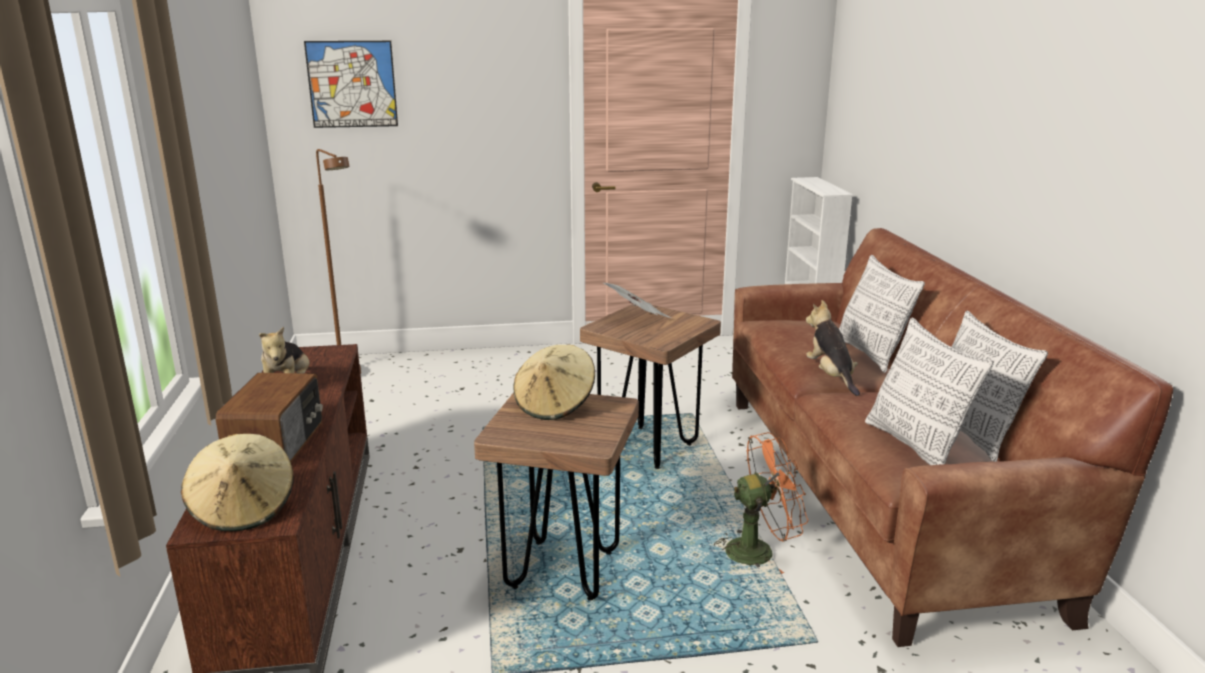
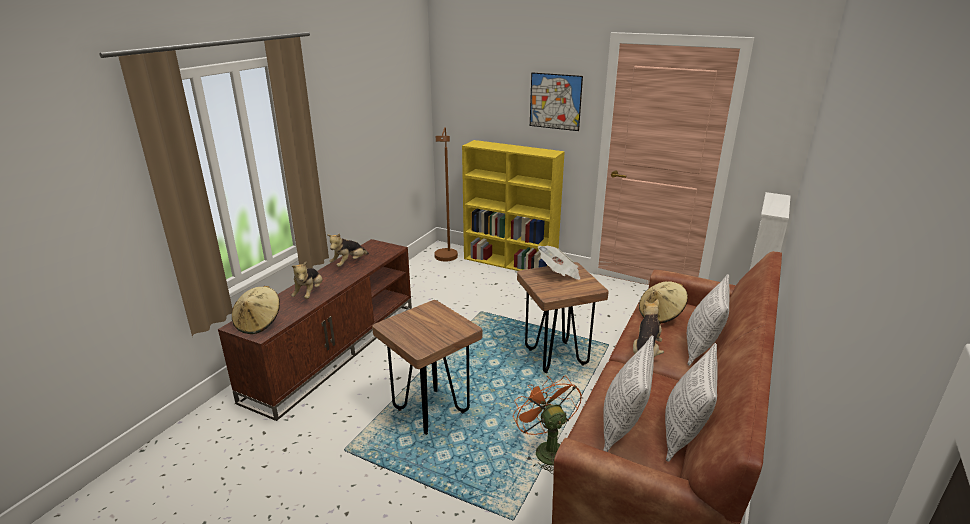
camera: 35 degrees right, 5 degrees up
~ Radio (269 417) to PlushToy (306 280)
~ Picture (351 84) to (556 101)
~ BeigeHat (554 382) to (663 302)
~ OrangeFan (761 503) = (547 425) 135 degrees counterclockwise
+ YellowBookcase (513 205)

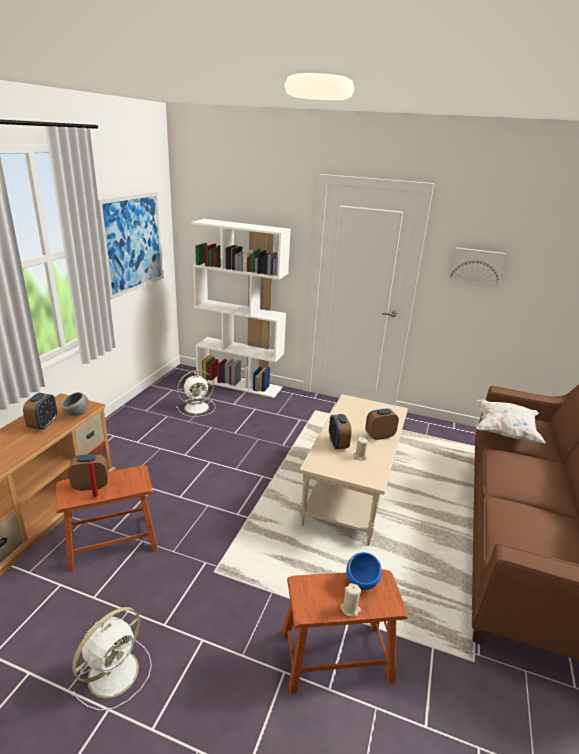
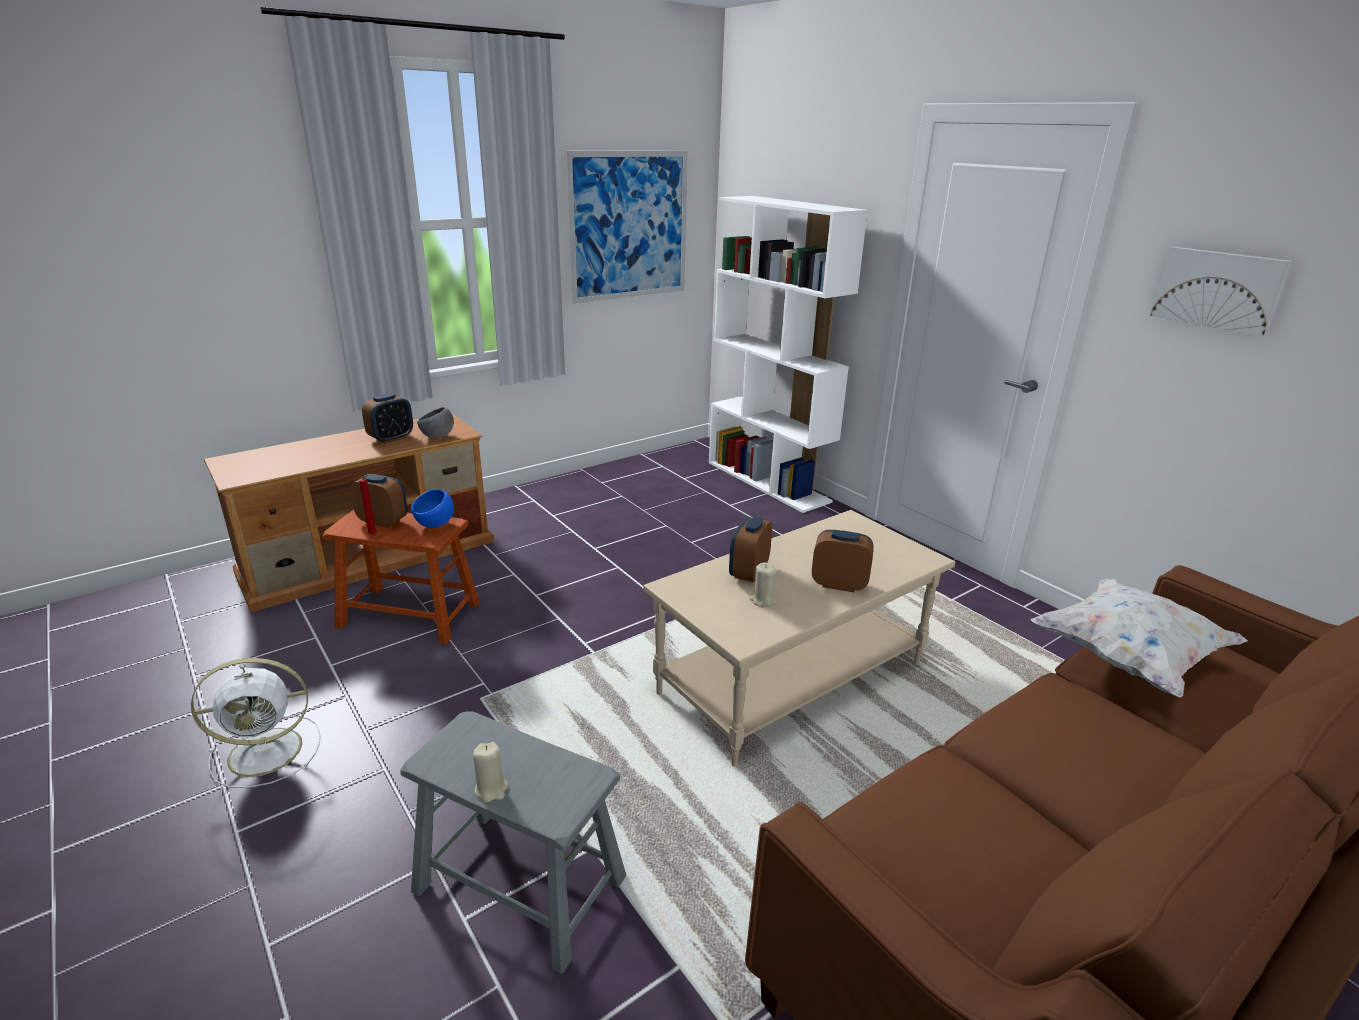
camera: 35 degrees right, 0 degrees up
- WhiteFan (196 393)
~ BrownStool (345 631) to GreyStool (513 842)
~ BlueBowl (364 571) to (432 508)

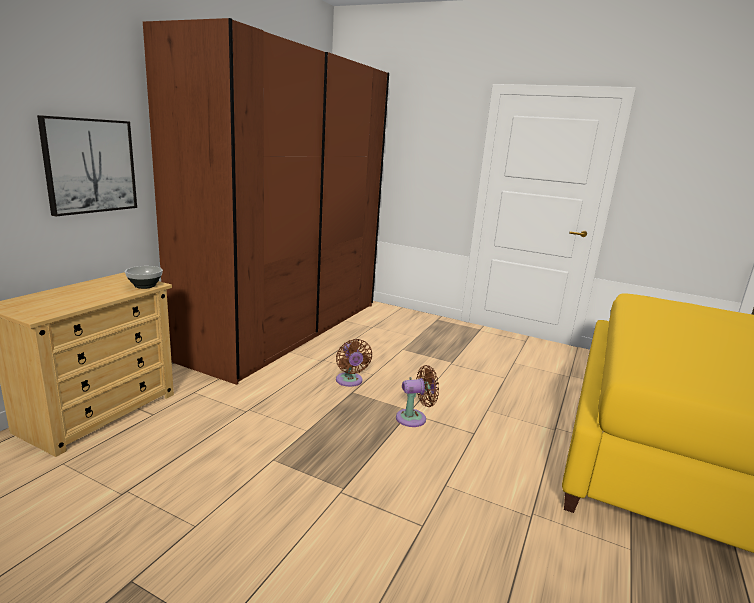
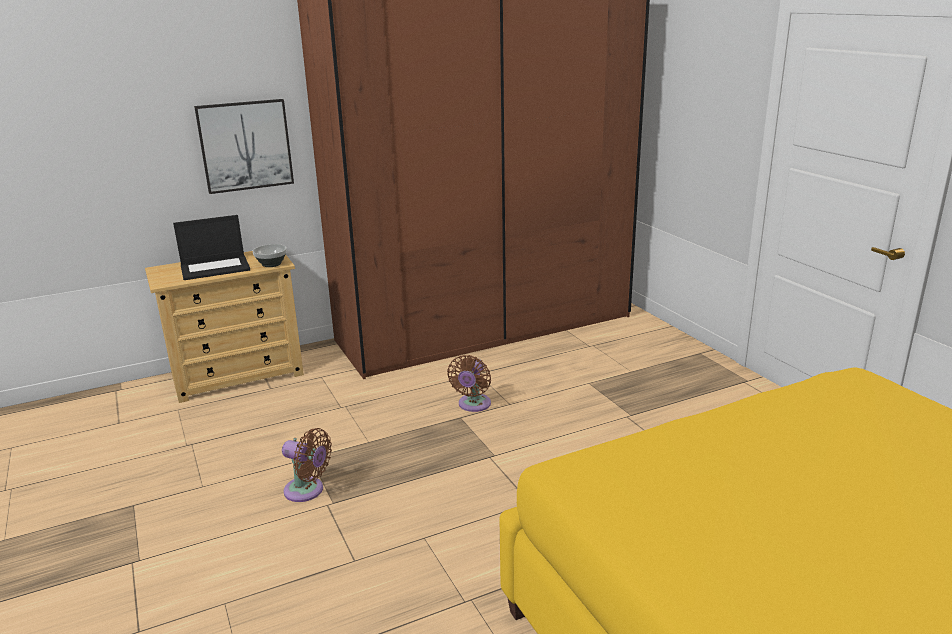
camera: 40 degrees right, 5 degrees up
~ BrownFan (417 396) to (307 465)
+ Laptop (211 247)

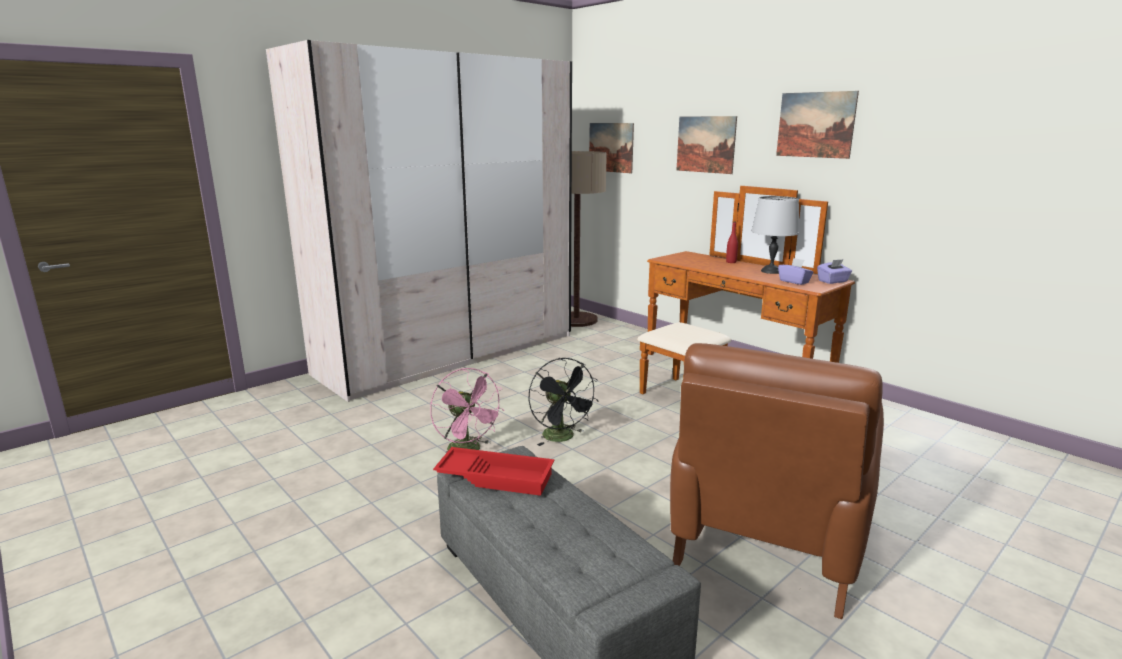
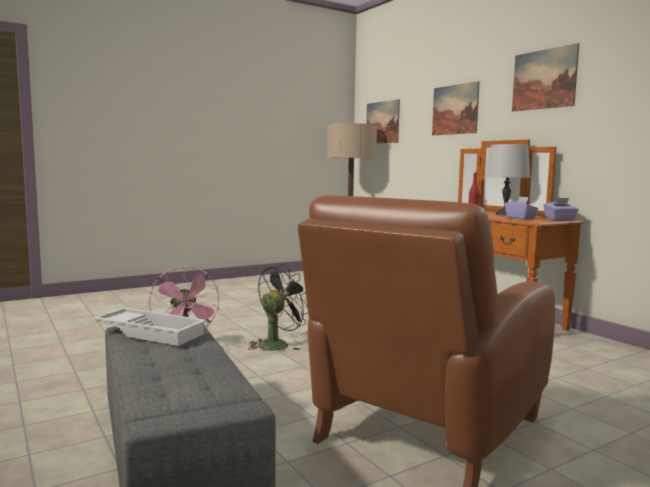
camera: 10 degrees right, 10 degrees down
- BeigeWardrobe (419 221)
~ RedTray (493 471) to WhiteTray (150 327)
~ BlackFan (563 402) = (277 307) 120 degrees counterclockwise

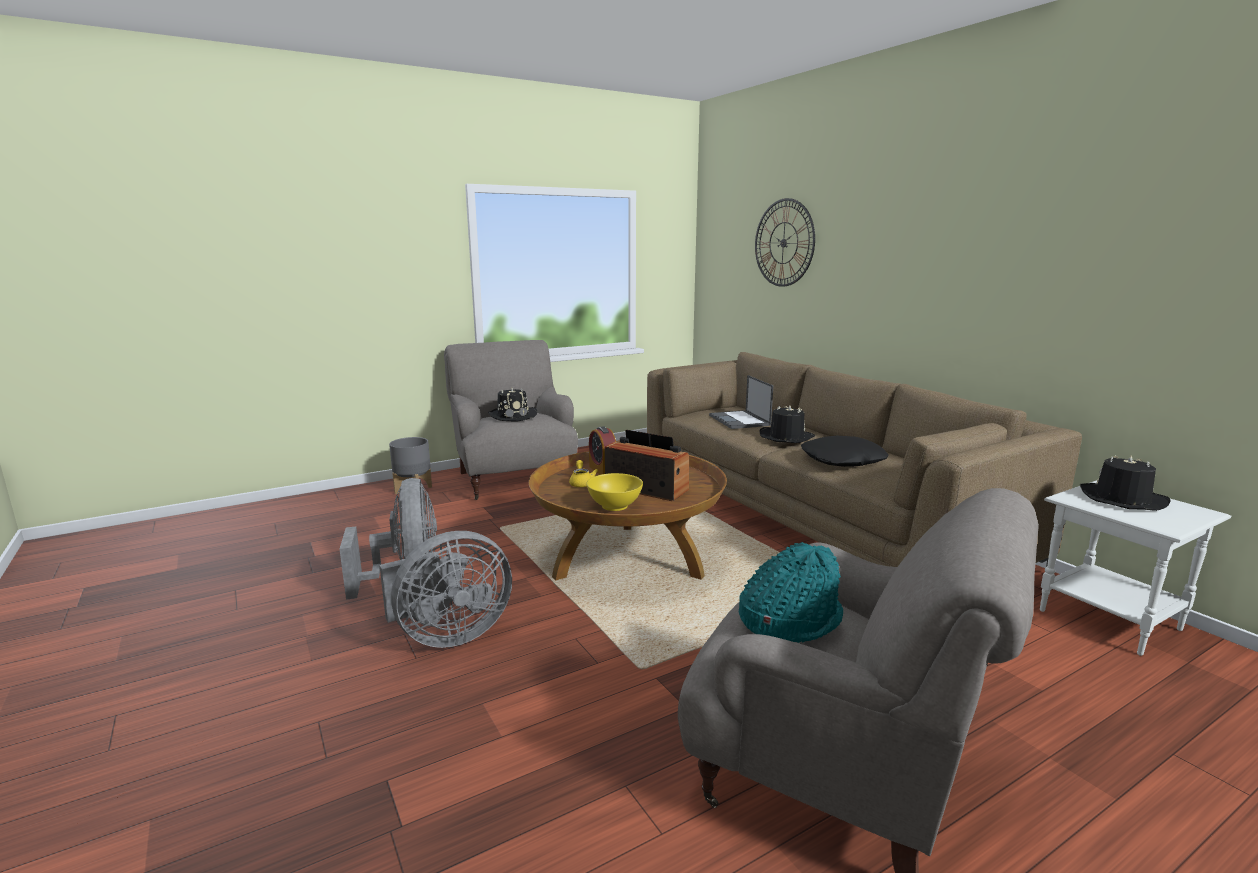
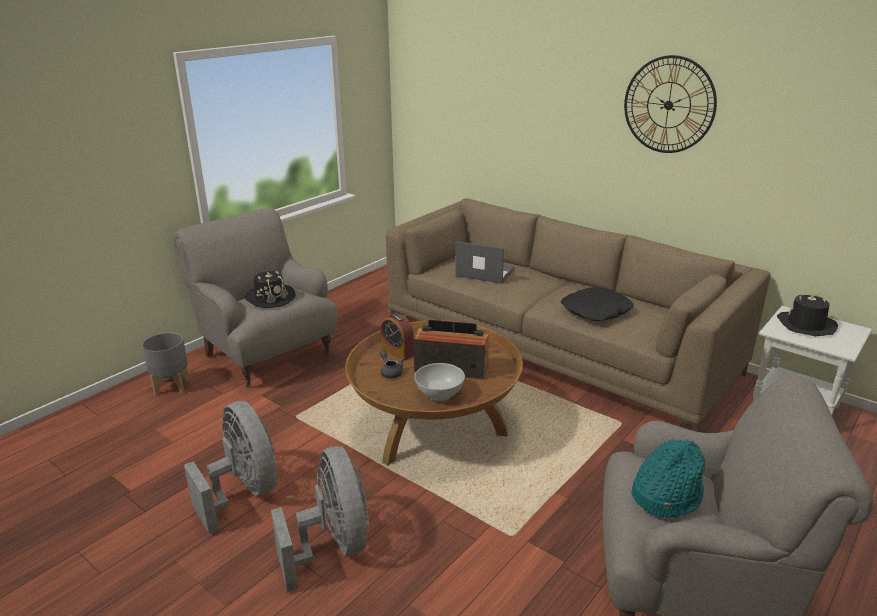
camera: 20 degrees left, 10 degrees up
~ GreyFan (446 589) = (320 519) 60 degrees counterclockwise
~ YellowTeapot (583 473) to GreyTeapot (392 364)
~ YellowBowl (615 492) to WhiteBowl (439 382)
~ Laptop (741 402) = (485 262) 150 degrees clockwise
~ WallClock (785 242) to (670 104)
- BlackHat (787 424)

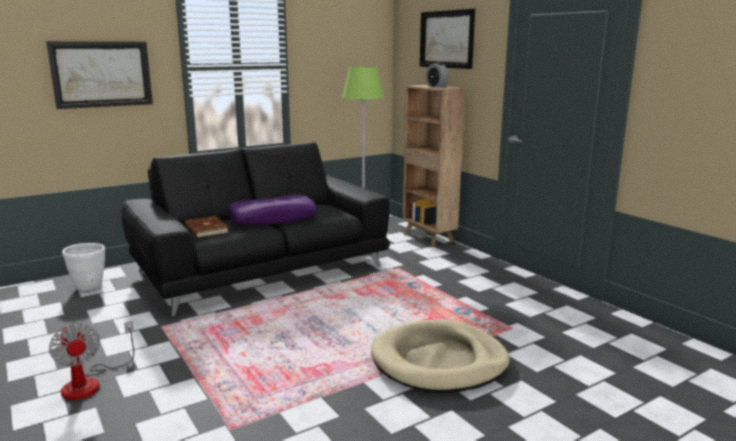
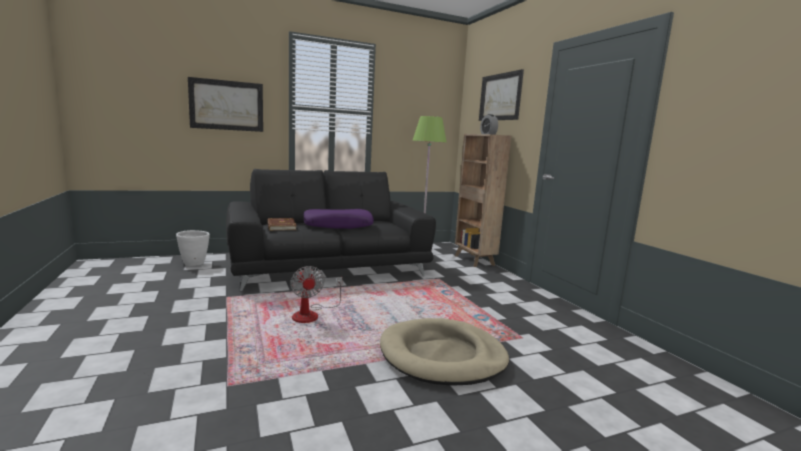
camera: 10 degrees right, 5 degrees down
~ Fan (91 360) to (316 294)

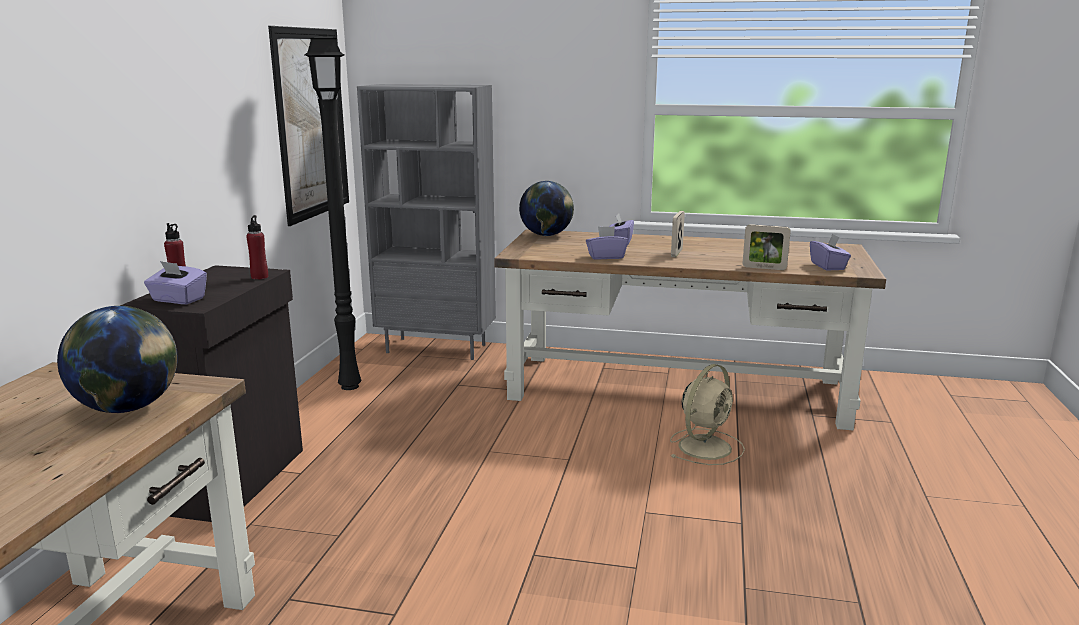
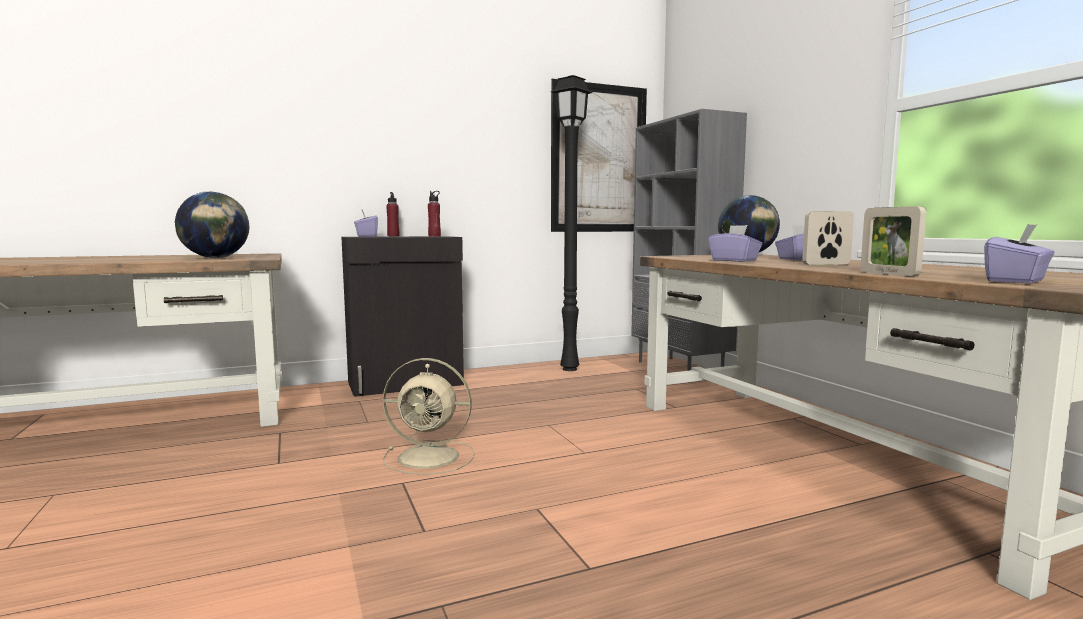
camera: 55 degrees right, 10 degrees down
~ BeigeFan (707 414) to (429 416)

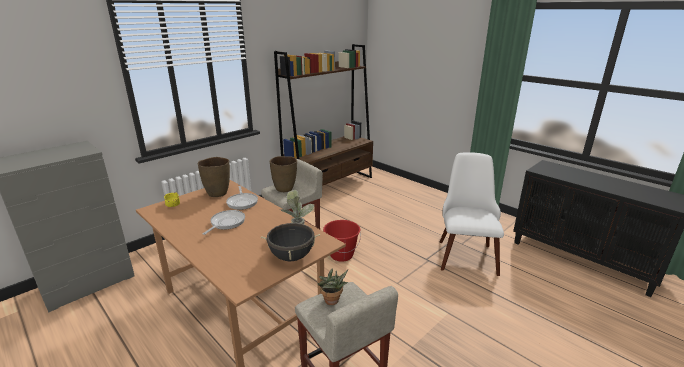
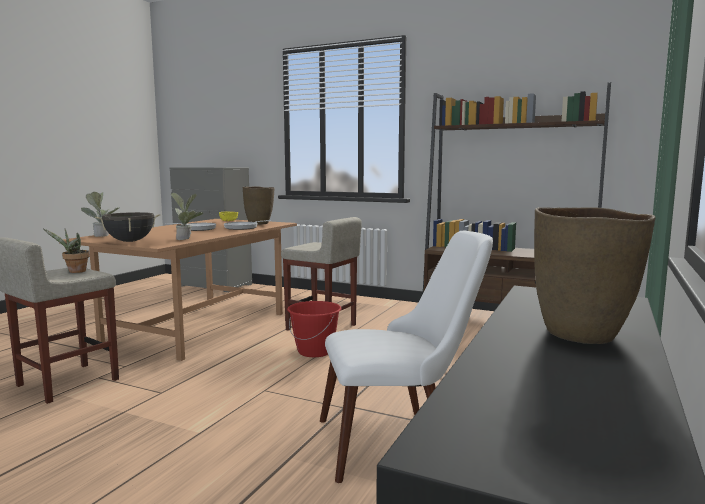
camera: 70 degrees right, 15 degrees down
~ BrownVase (283 174) to (595 275)
+ PottedPlant (100 214)

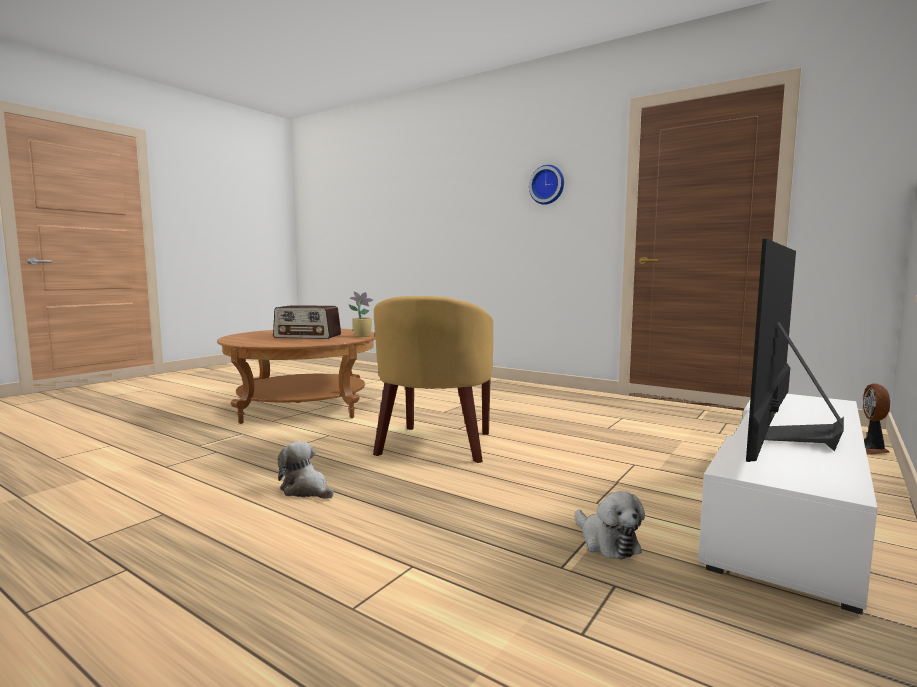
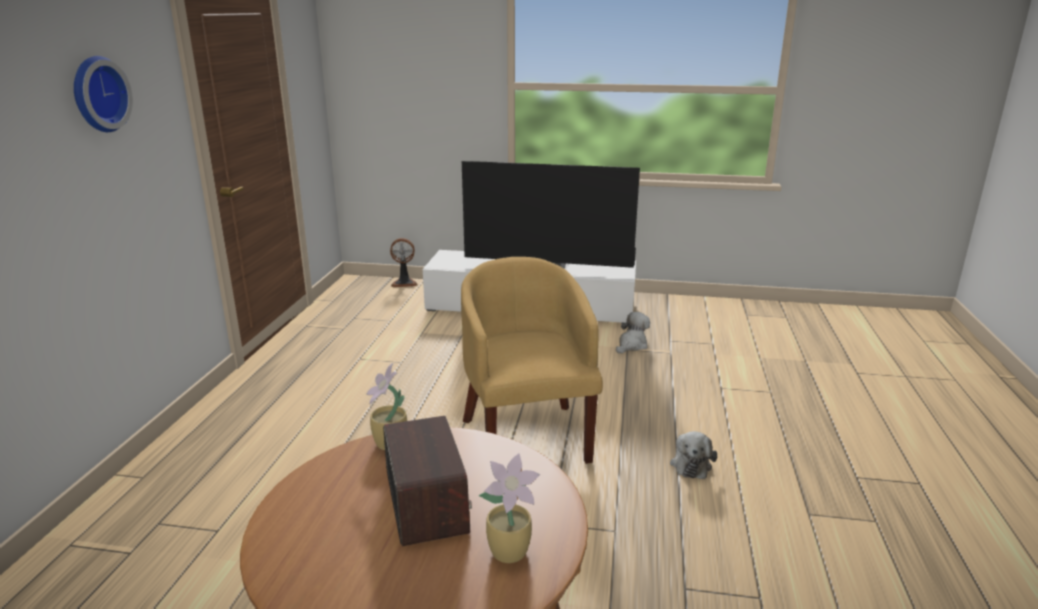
camera: 115 degrees left, 15 degrees up
~ YellowArmchair (433 379) = (532 360) 90 degrees counterclockwise
+ PottedPlant (509 508)

